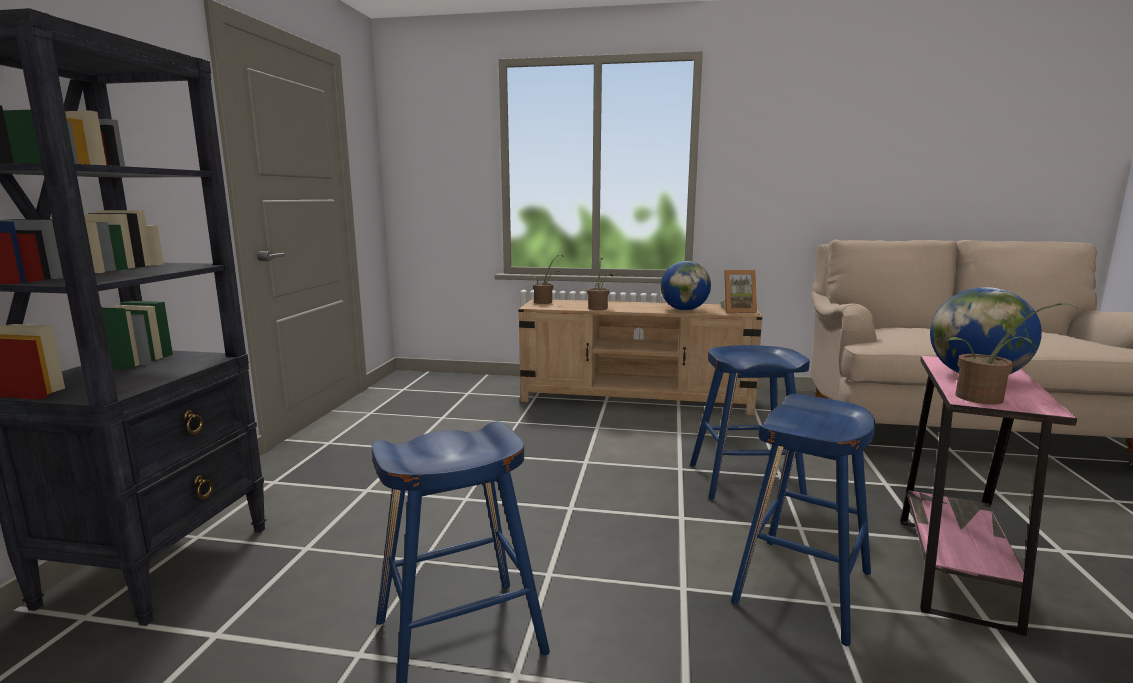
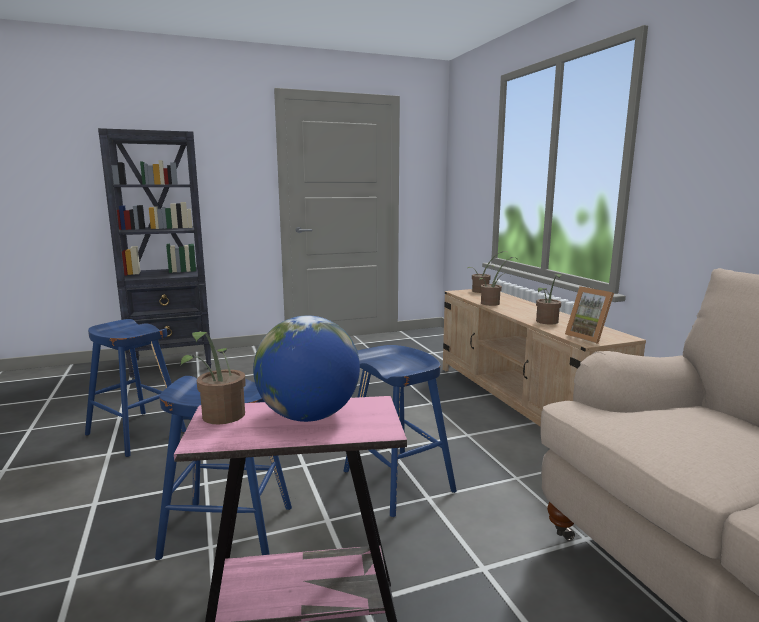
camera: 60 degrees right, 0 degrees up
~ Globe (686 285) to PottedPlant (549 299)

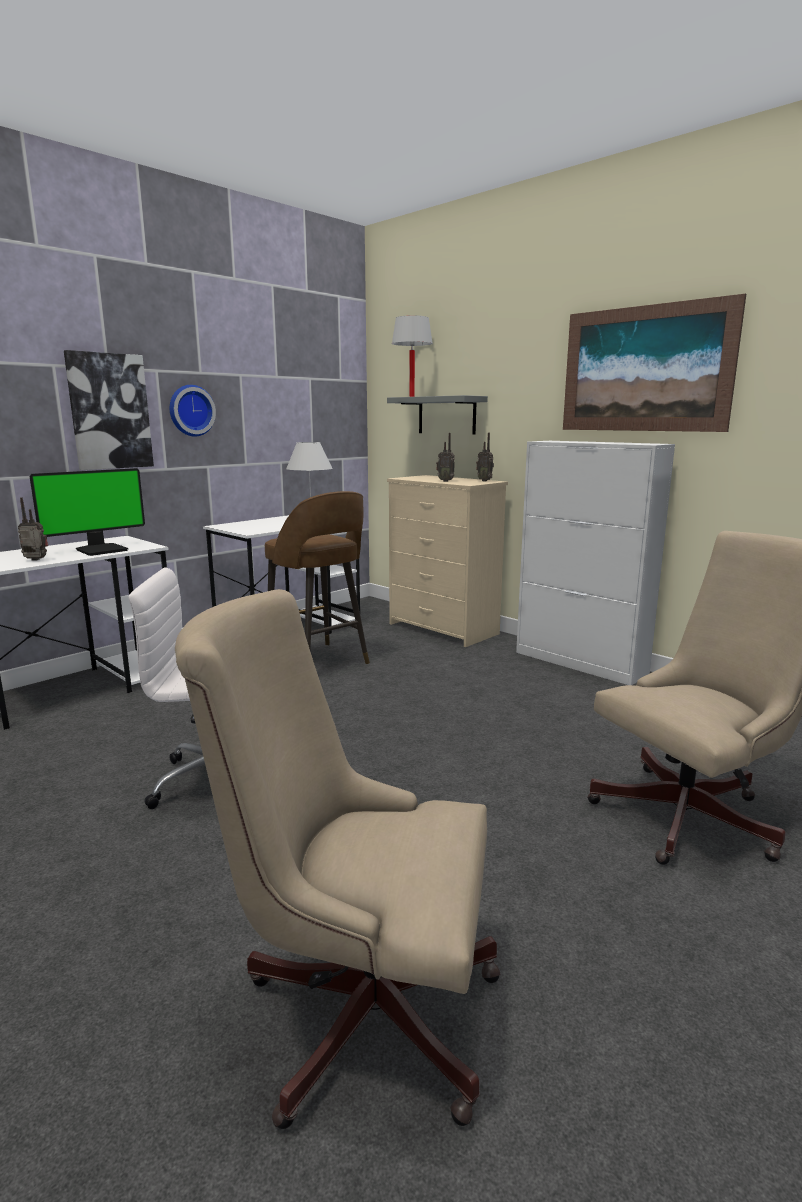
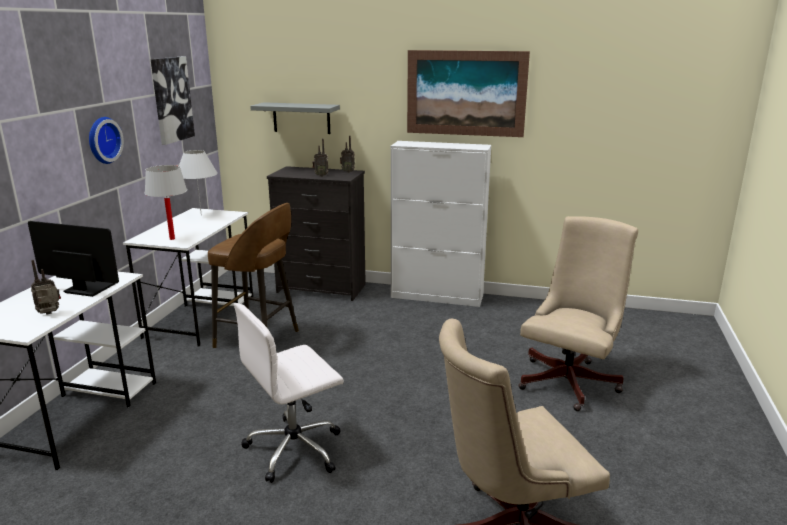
camera: 30 degrees left, 5 degrees up
~ Monitor (87 512) = (73 259) 90 degrees counterclockwise
~ Picture (109 410) to (173 101)
~ BeigeDresser (447 561) to BlackDresser (316 233)
~ WhiteTableLamp (412 356) to (166 202)

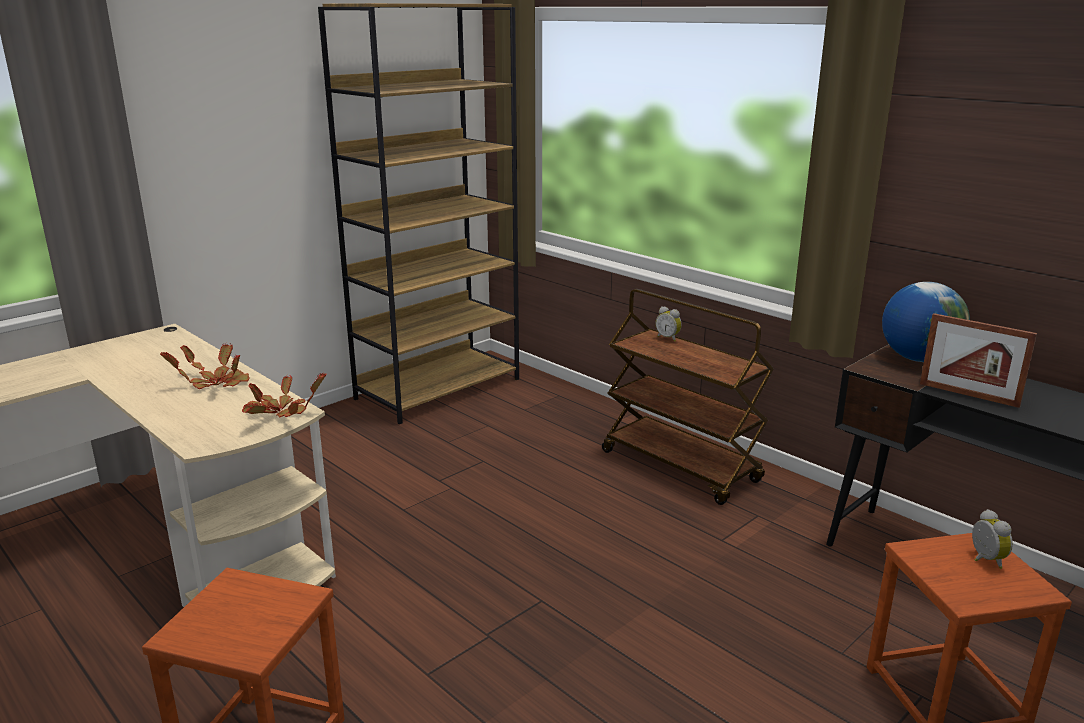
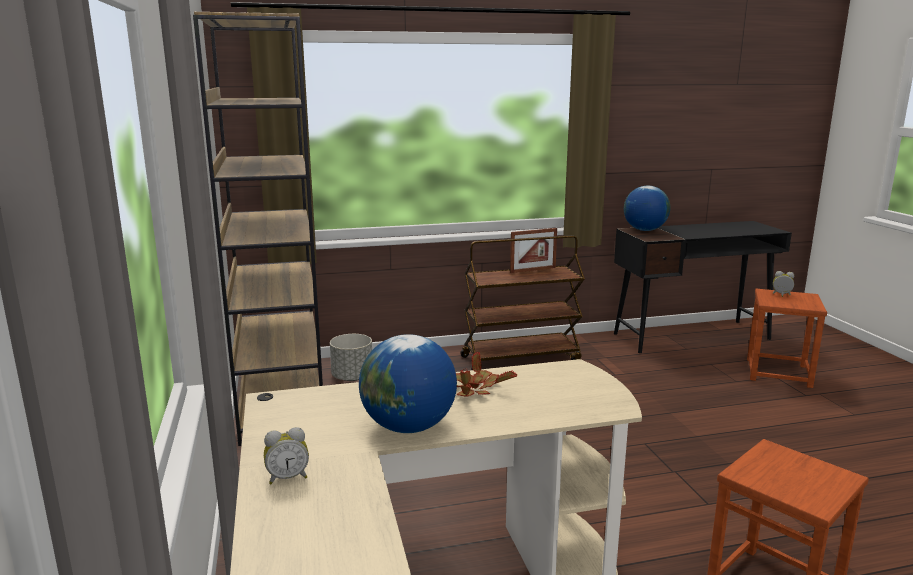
camera: 60 degrees left, 5 degrees down
- PottedPlant (284 395)
~ AlarmClock (669 324) to (286 455)
~ PictureFrame (978 360) to (533 250)
+ GreyPlanter (351 357)
+ Globe (408 383)

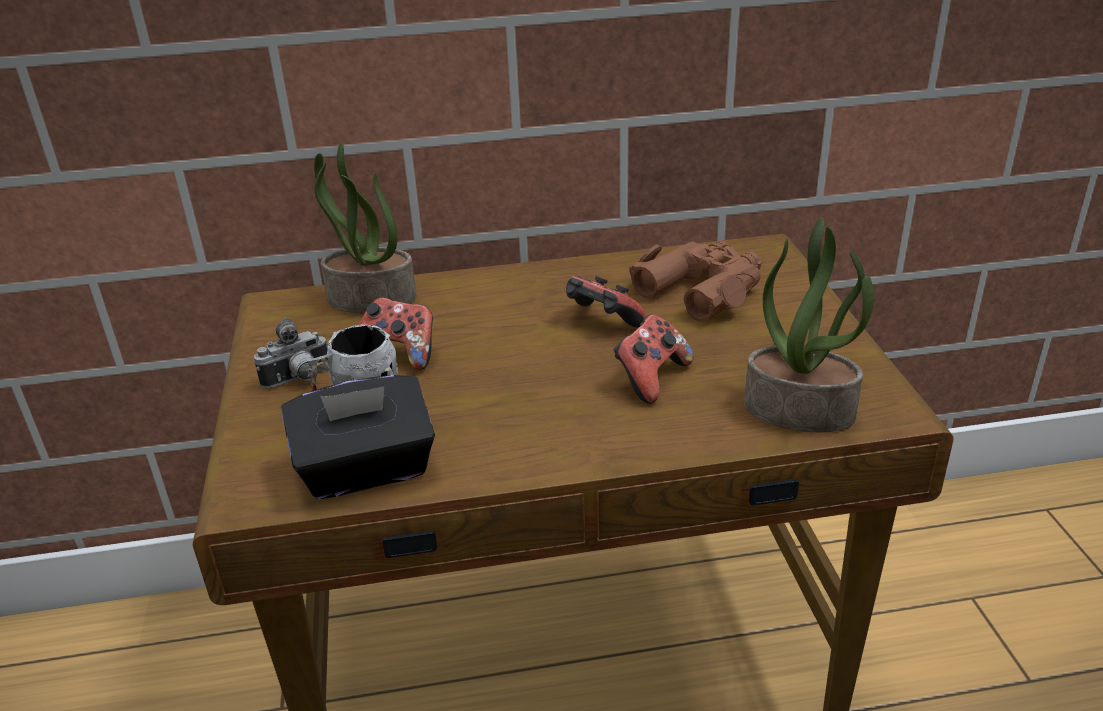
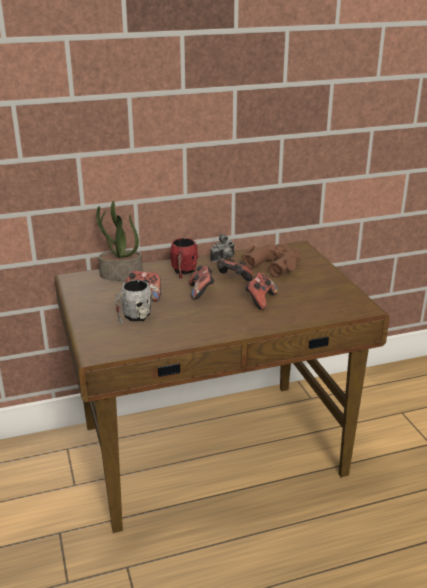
camera: 10 degrees left, 5 degrees down
~ PhotoCamera (291 353) to (223 248)
- BlackTissueBox (358 437)
- PottedPlant (809 325)
+ RedMug (184 258)
+ GameController (201 282)

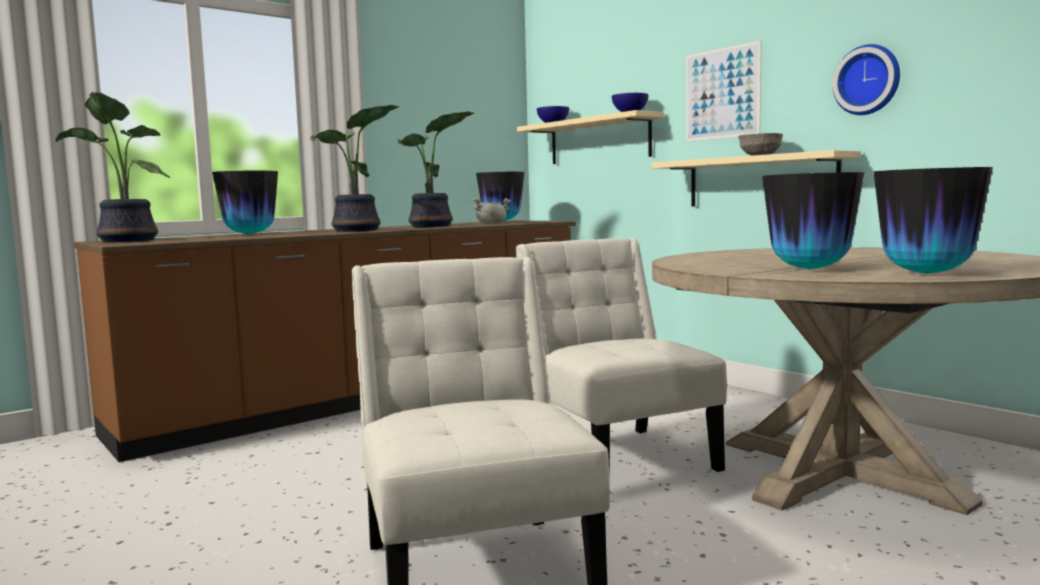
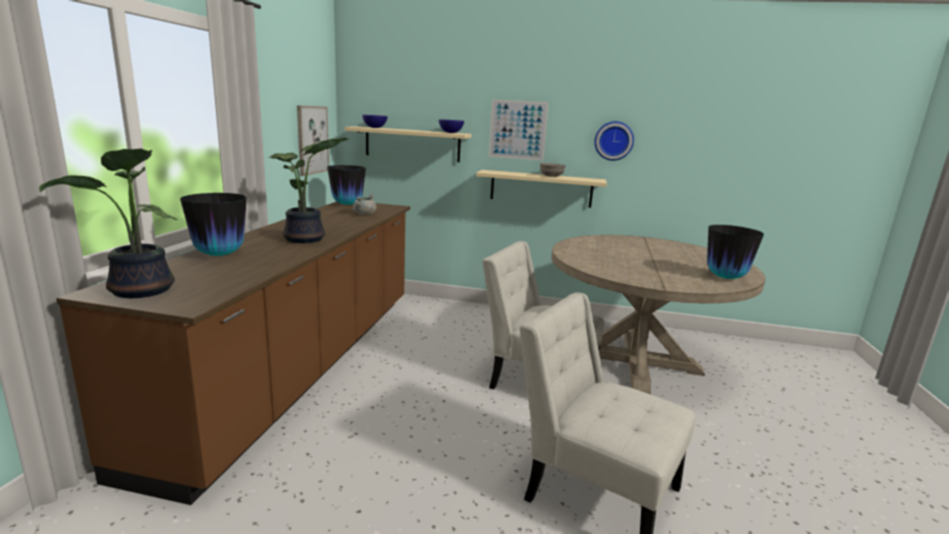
camera: 40 degrees left, 10 degrees up
- PottedPlant (435 169)
- Vase (813 220)
+ Picture (313 140)

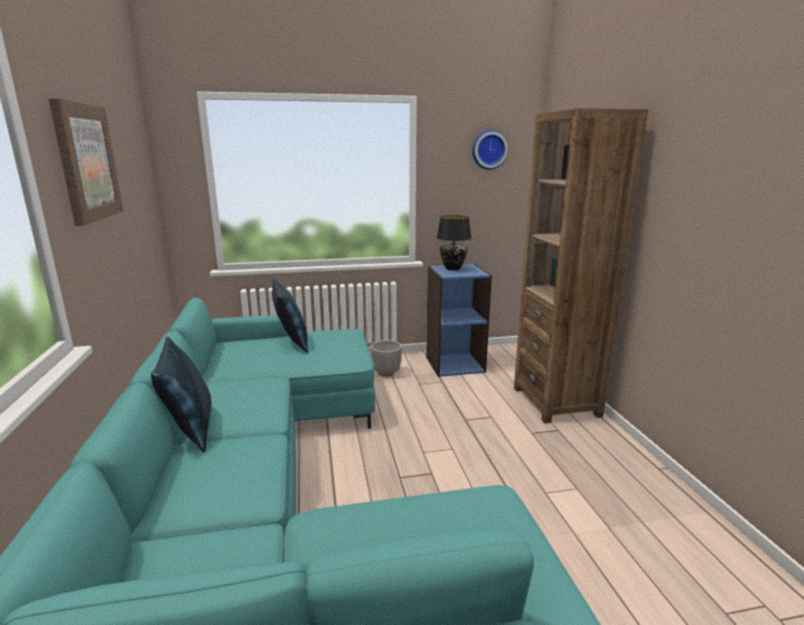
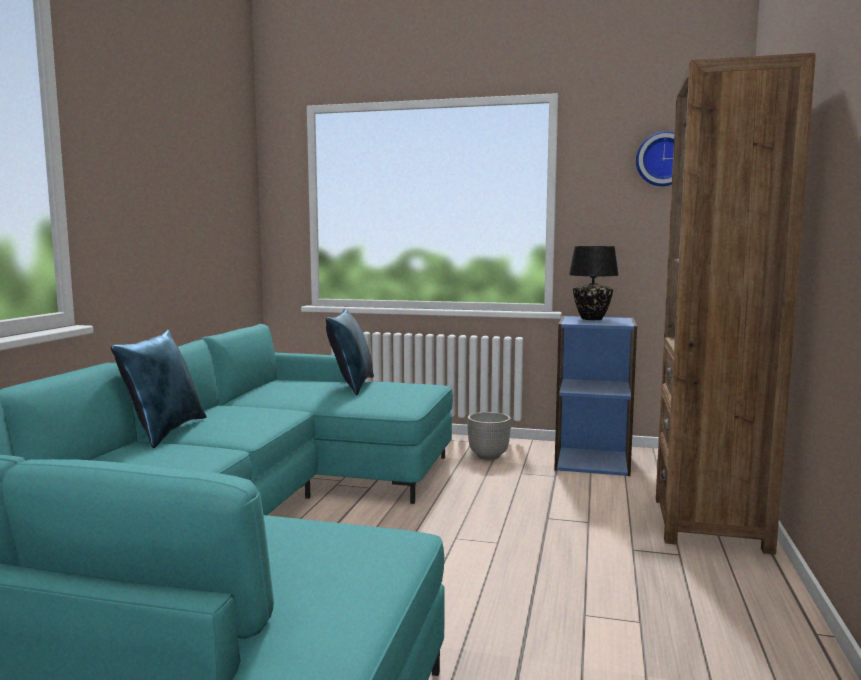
camera: 25 degrees right, 10 degrees down
- Picture (86 162)

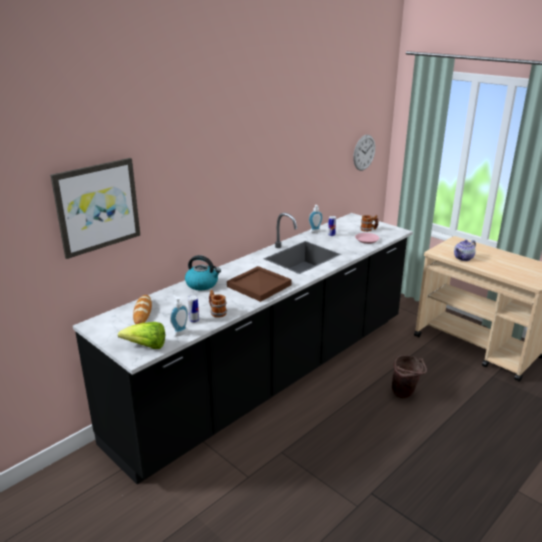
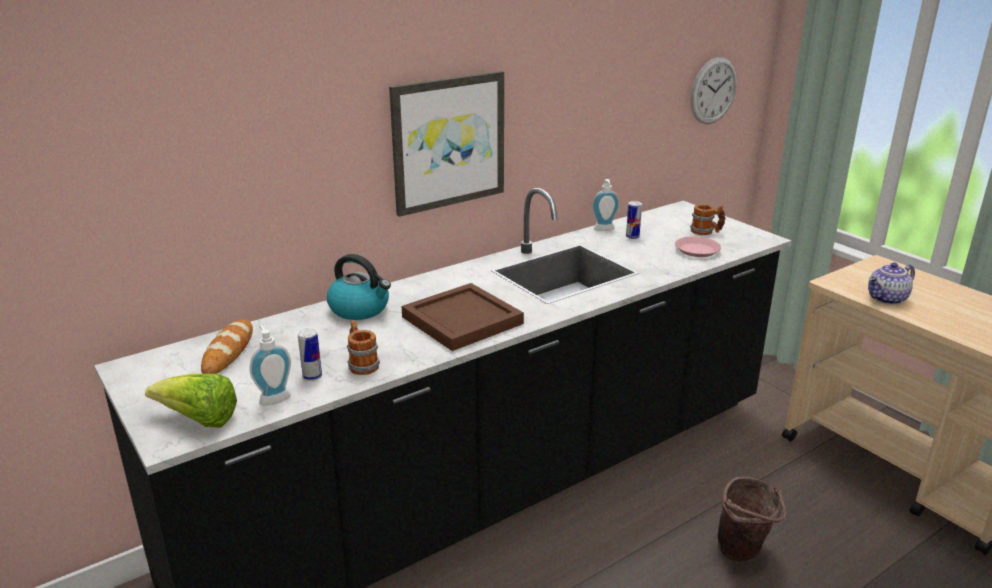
camera: 10 degrees right, 0 degrees up
~ Picture (95 208) to (446 144)

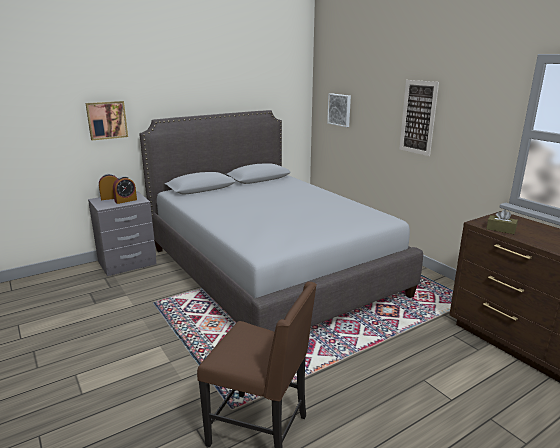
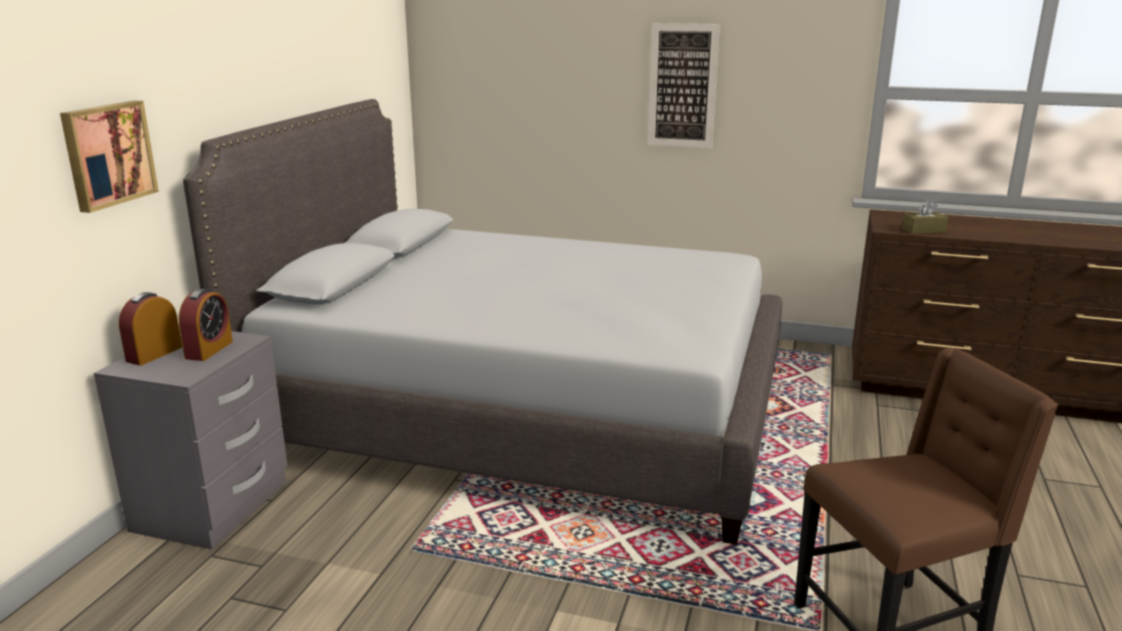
camera: 40 degrees left, 0 degrees up
- Picture (339 110)

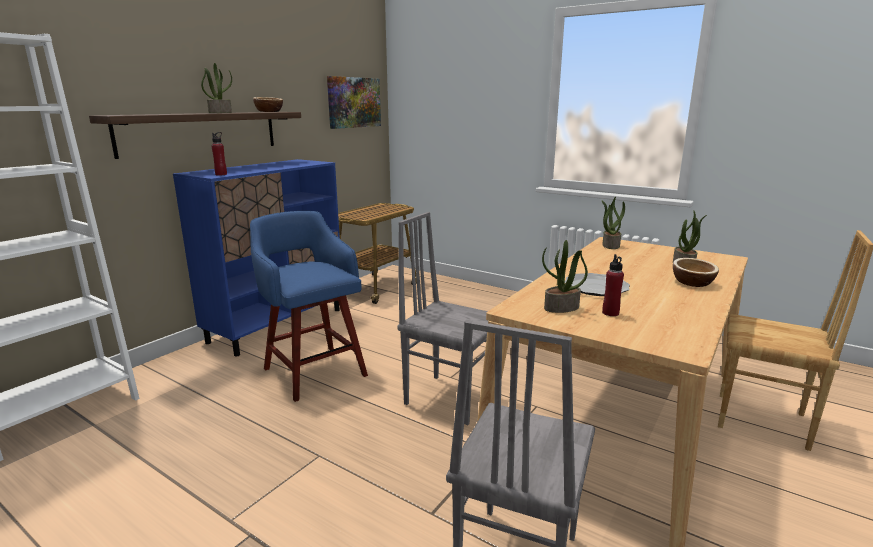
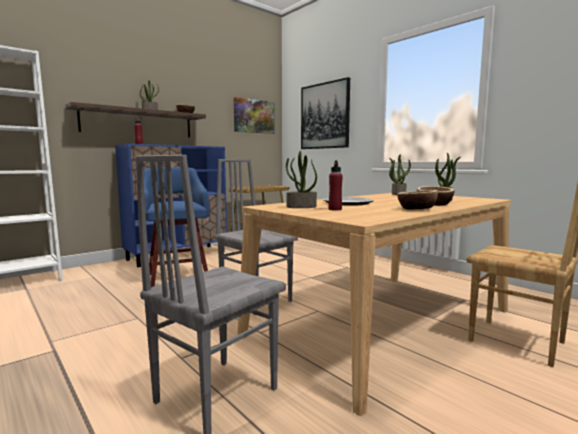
camera: 15 degrees right, 10 degrees down
+ Picture (325 113)
+ Bowl (417 200)

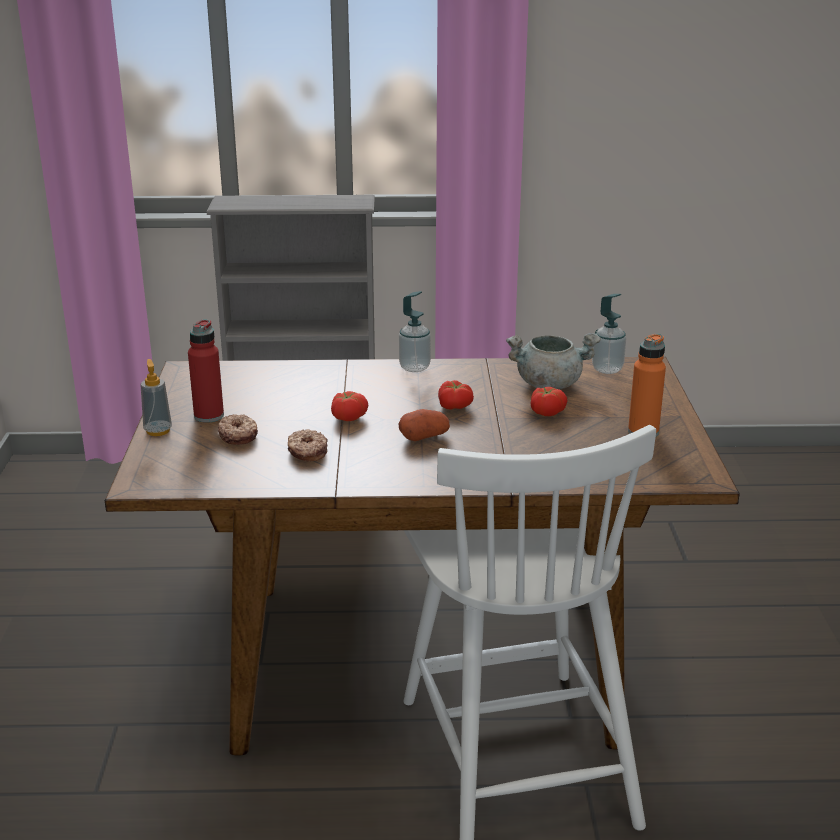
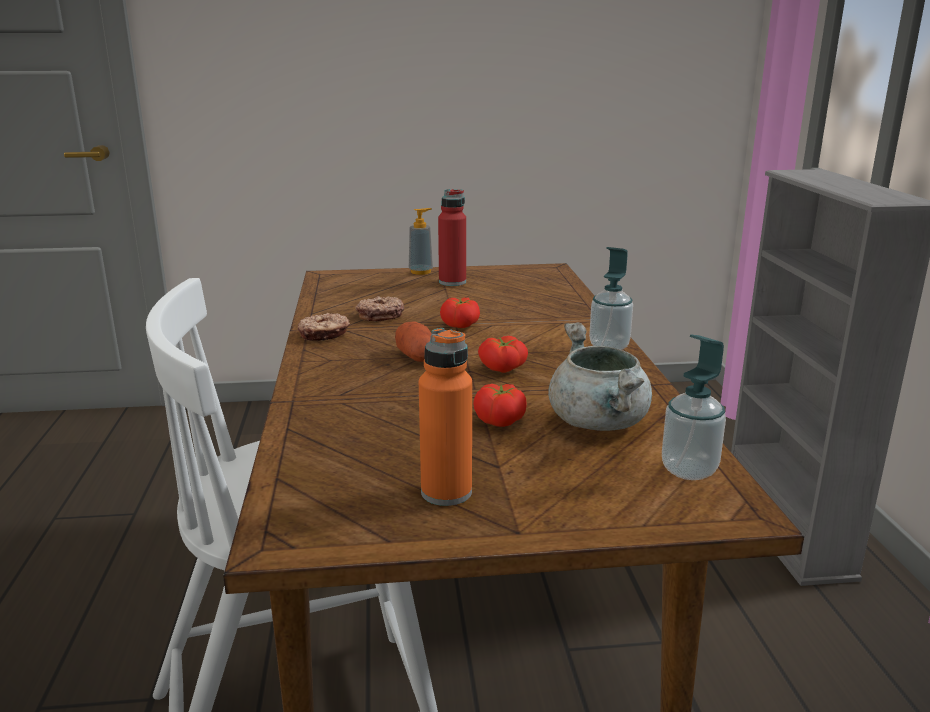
camera: 85 degrees right, 5 degrees down
~ Donut (238 429) to (324 327)

